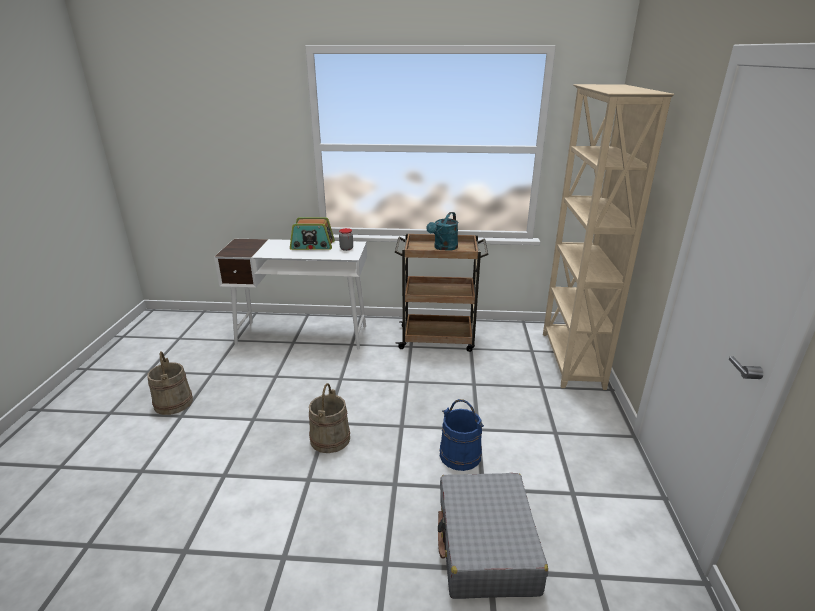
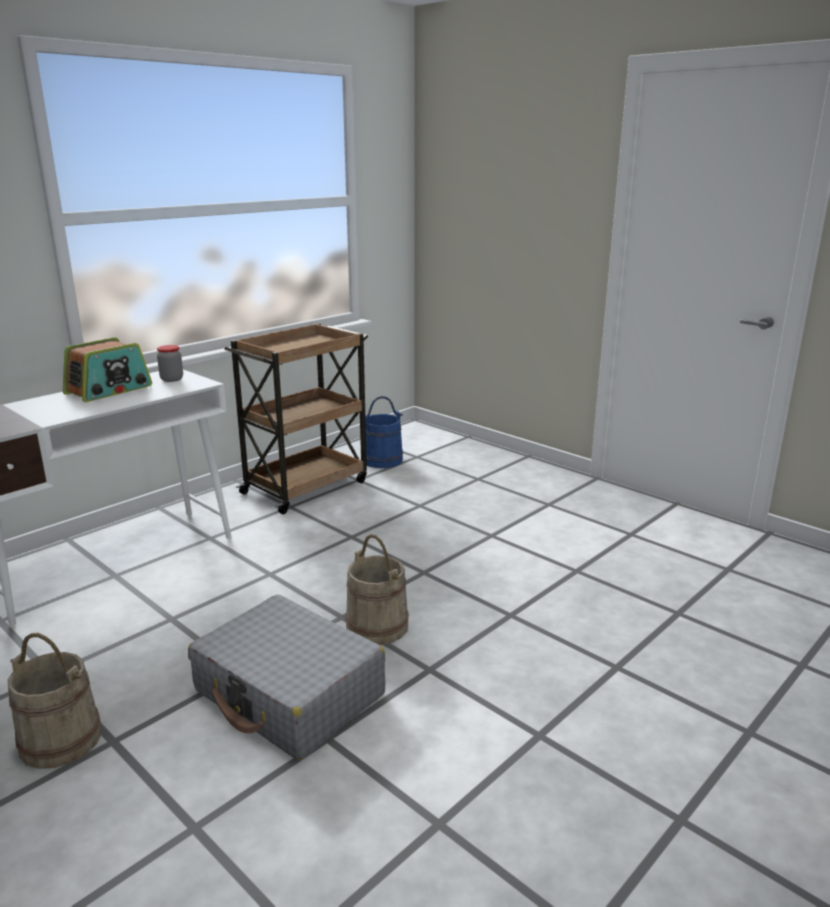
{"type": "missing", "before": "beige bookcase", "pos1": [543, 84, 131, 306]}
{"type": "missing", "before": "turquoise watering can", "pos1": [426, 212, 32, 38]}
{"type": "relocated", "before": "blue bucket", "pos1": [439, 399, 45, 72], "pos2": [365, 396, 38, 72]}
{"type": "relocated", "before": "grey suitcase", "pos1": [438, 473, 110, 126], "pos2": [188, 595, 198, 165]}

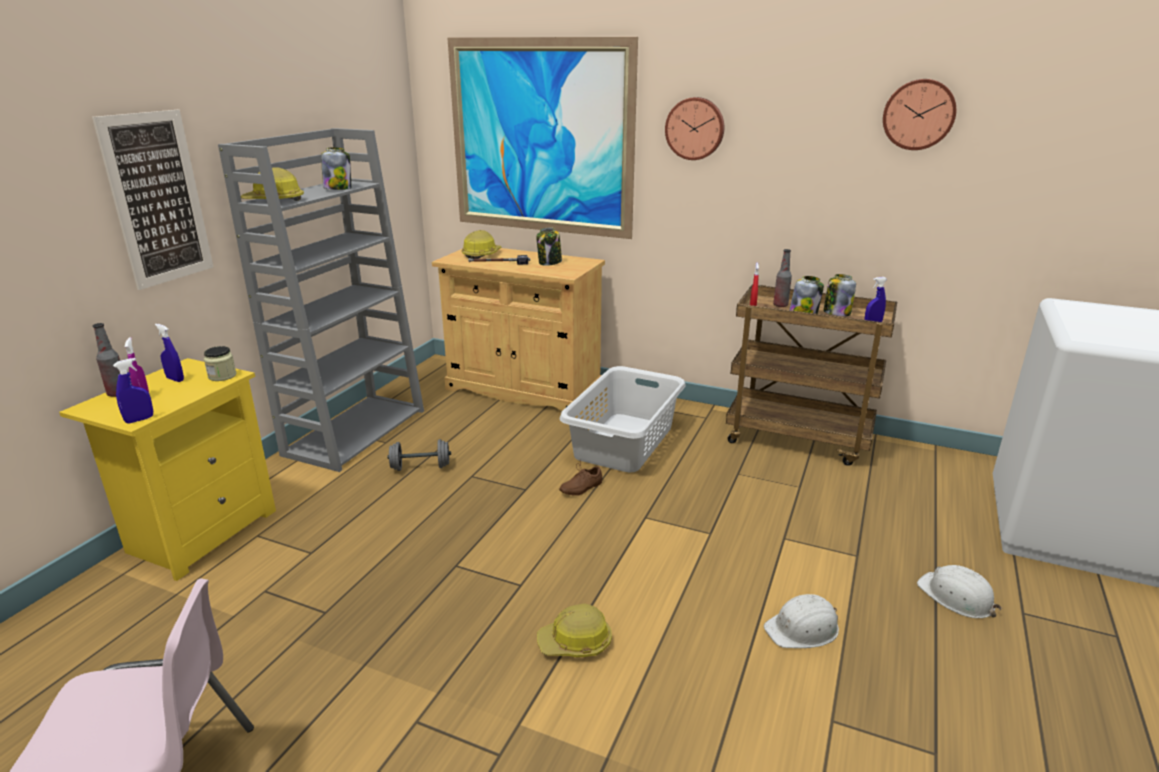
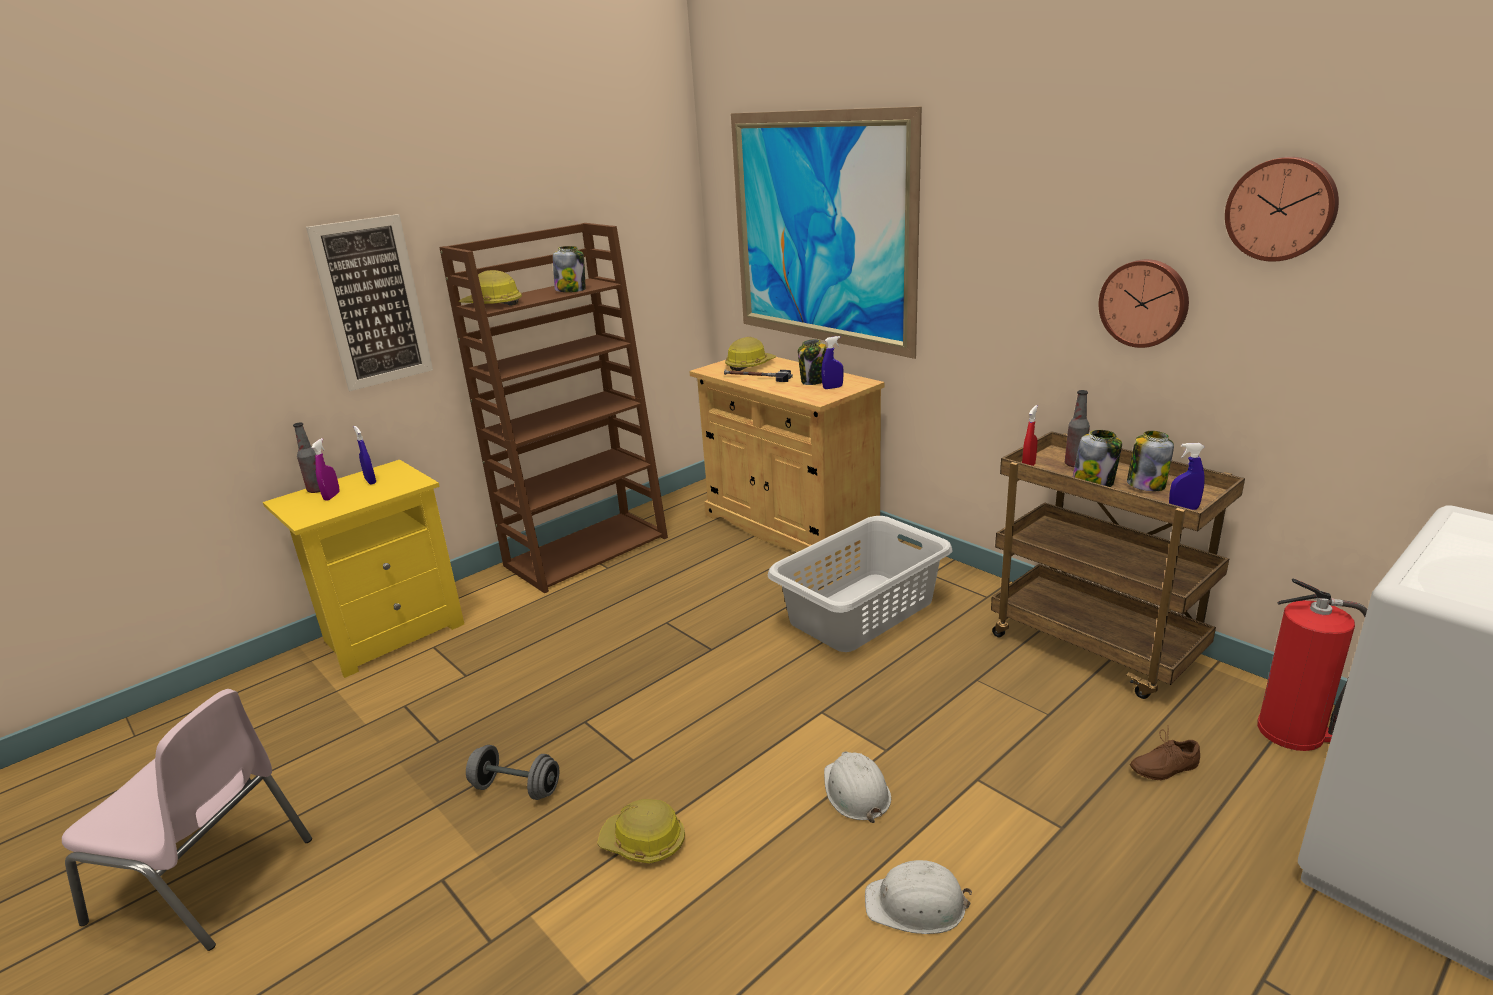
{"type": "relocated", "before": "wall clock", "pos1": [665, 97, 59, 63], "pos2": [1099, 259, 90, 89]}
{"type": "colour", "before": "grey bookcase", "after": "brown bookcase", "pos1": [218, 128, 206, 344], "pos2": [439, 223, 229, 370]}
{"type": "missing", "before": "jar", "pos1": [204, 346, 32, 35]}
{"type": "relocated", "before": "blue spray bottle", "pos1": [113, 358, 40, 66], "pos2": [821, 336, 23, 53]}
{"type": "relocated", "before": "grey dumbbell", "pos1": [387, 439, 64, 32], "pos2": [466, 745, 93, 55]}
{"type": "relocated", "before": "brown shoe", "pos1": [559, 459, 43, 37], "pos2": [1130, 729, 70, 51]}
{"type": "relocated", "before": "white hard hat", "pos1": [917, 565, 85, 53], "pos2": [824, 751, 67, 72]}
{"type": "appeared", "after": "fire extinguisher", "pos2": [1257, 578, 110, 173]}

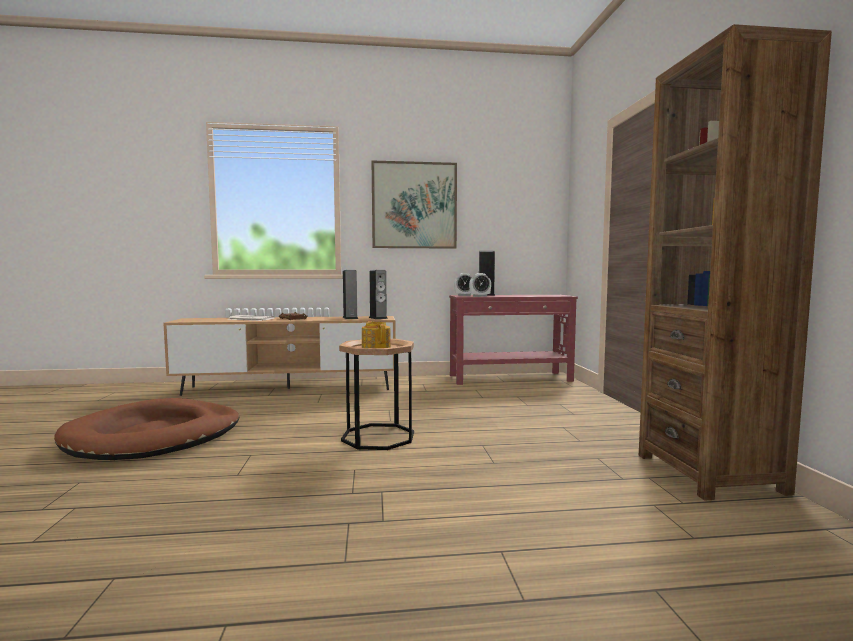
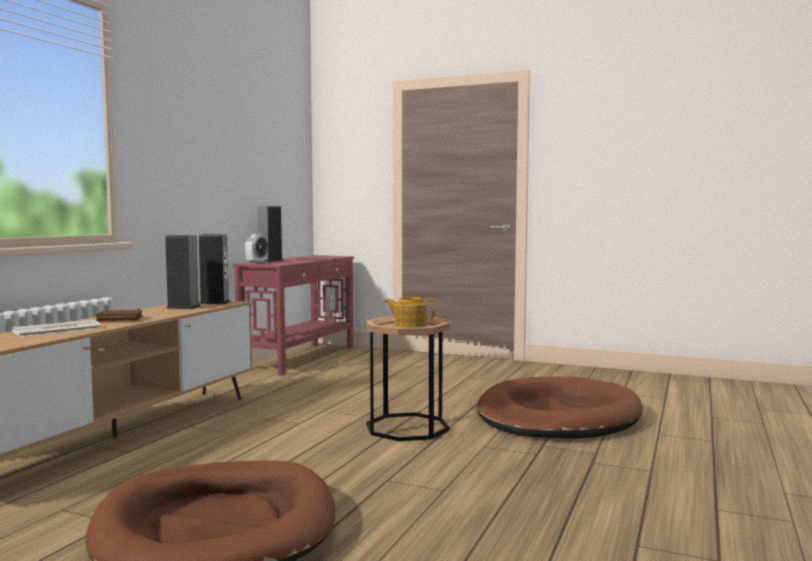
{"type": "missing", "before": "brown bookcase", "pos1": [639, 24, 193, 477]}
{"type": "missing", "before": "picture", "pos1": [372, 161, 85, 88]}
{"type": "missing", "before": "alarm clock", "pos1": [469, 273, 22, 24]}
{"type": "appeared", "after": "brown dog bed", "pos2": [477, 377, 166, 62]}

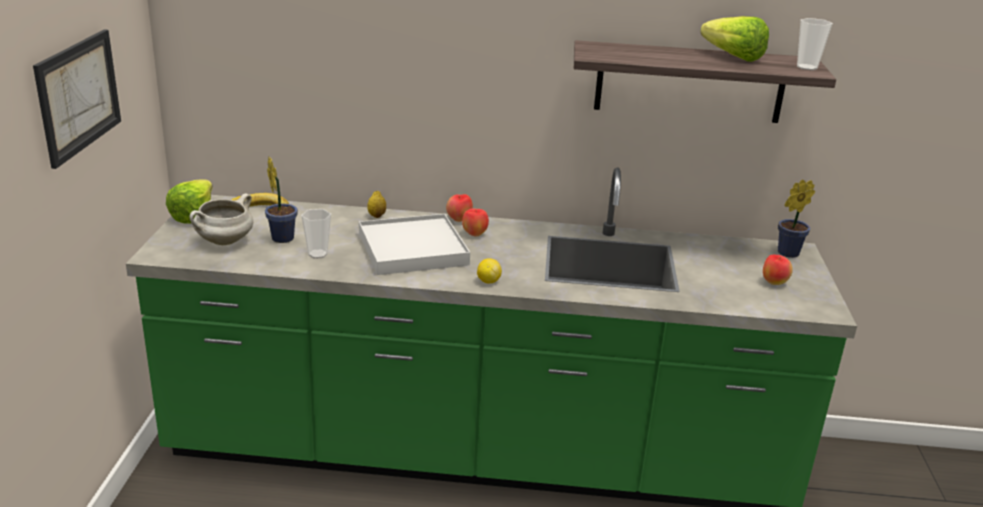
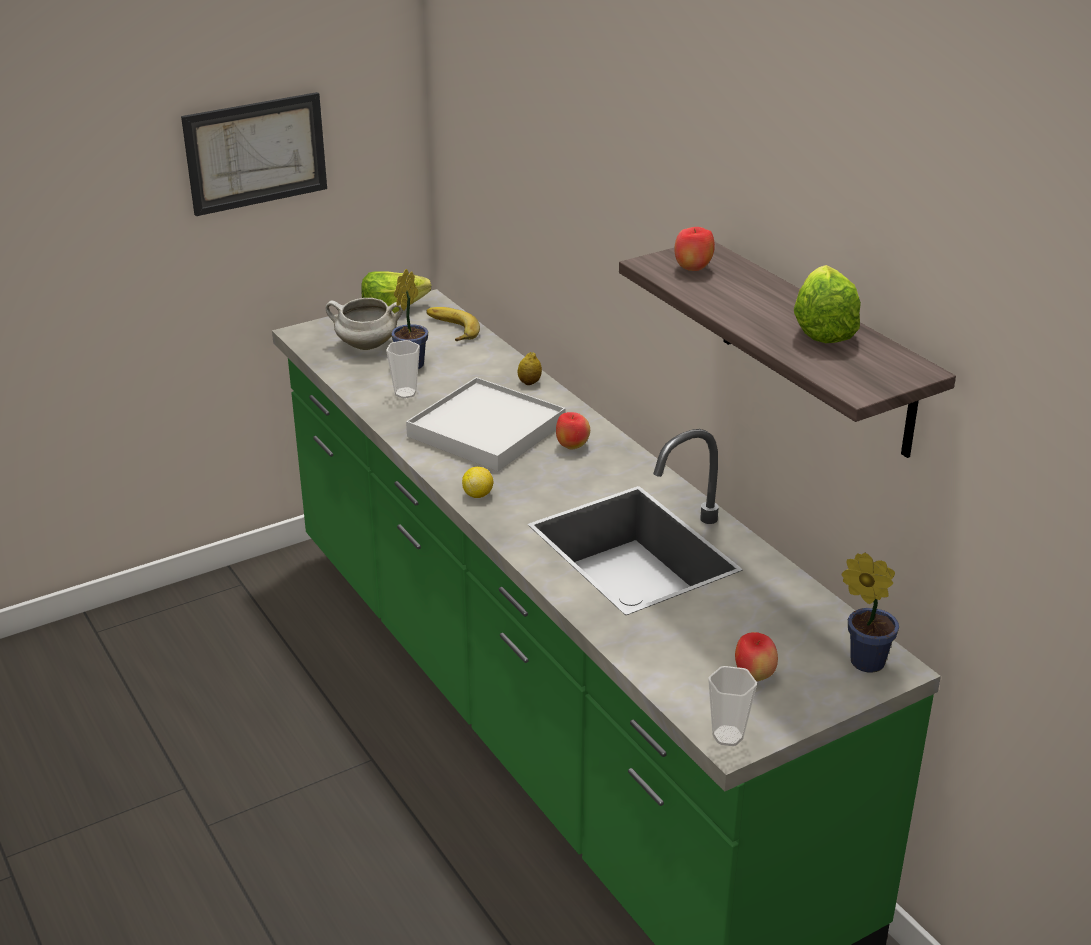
{"type": "relocated", "before": "cup", "pos1": [797, 18, 36, 52], "pos2": [708, 666, 49, 80]}
{"type": "relocated", "before": "apple", "pos1": [446, 194, 27, 28], "pos2": [675, 227, 40, 44]}

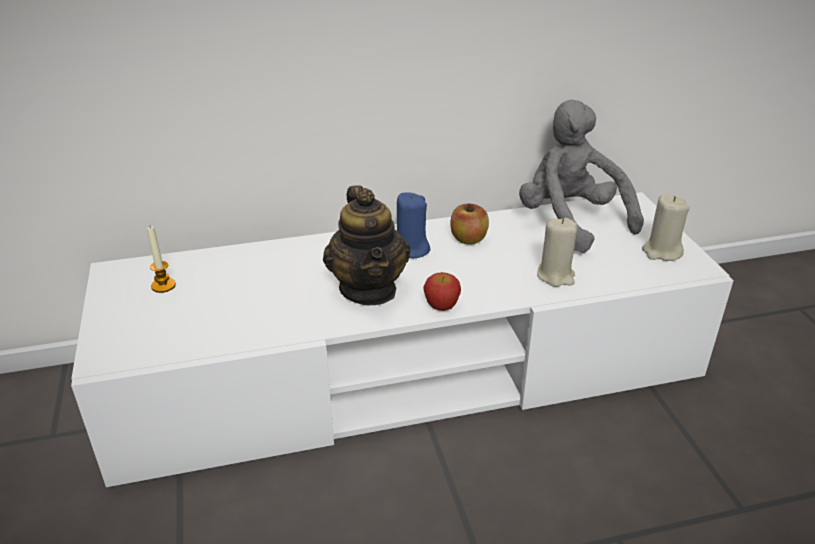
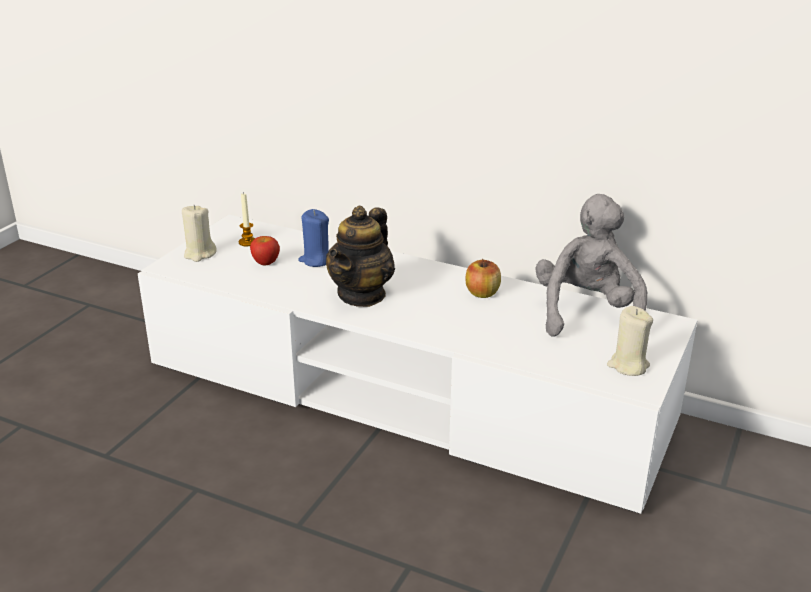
{"type": "relocated", "before": "blue candle", "pos1": [397, 192, 33, 66], "pos2": [298, 209, 31, 58]}
{"type": "relocated", "before": "beige candle", "pos1": [537, 218, 41, 69], "pos2": [182, 205, 35, 57]}
{"type": "relocated", "before": "apple", "pos1": [424, 272, 37, 39], "pos2": [250, 236, 30, 29]}

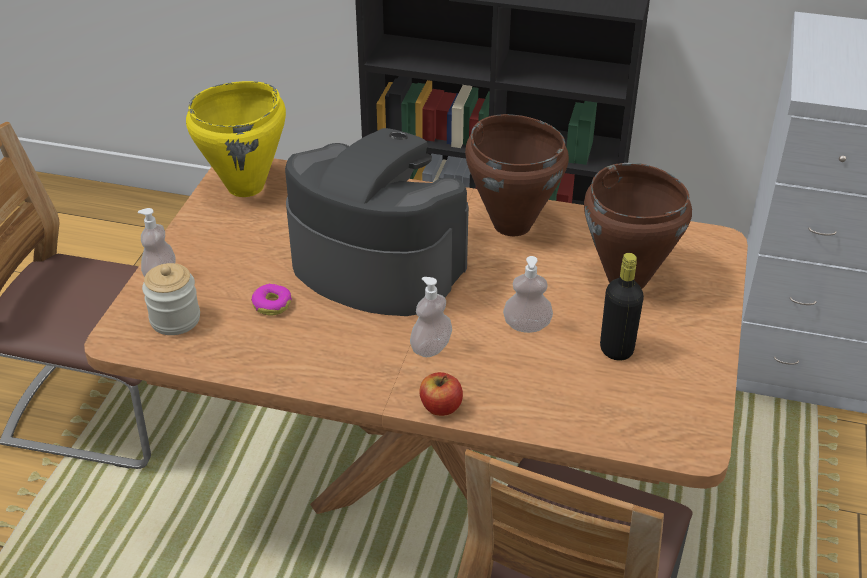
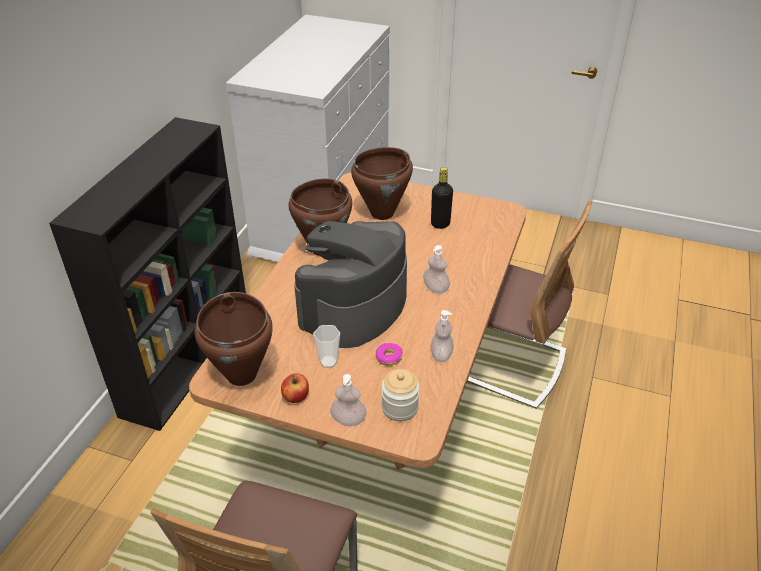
{"type": "colour", "before": "yellow cooking pot", "after": "brown cooking pot", "pos1": [186, 81, 100, 116], "pos2": [195, 292, 78, 94]}
{"type": "relocated", "before": "soap dispenser", "pos1": [503, 256, 50, 77], "pos2": [431, 310, 23, 52]}
{"type": "relocated", "before": "apple", "pos1": [419, 372, 44, 44], "pos2": [281, 373, 28, 30]}
{"type": "appeared", "after": "cup", "pos2": [313, 325, 27, 43]}

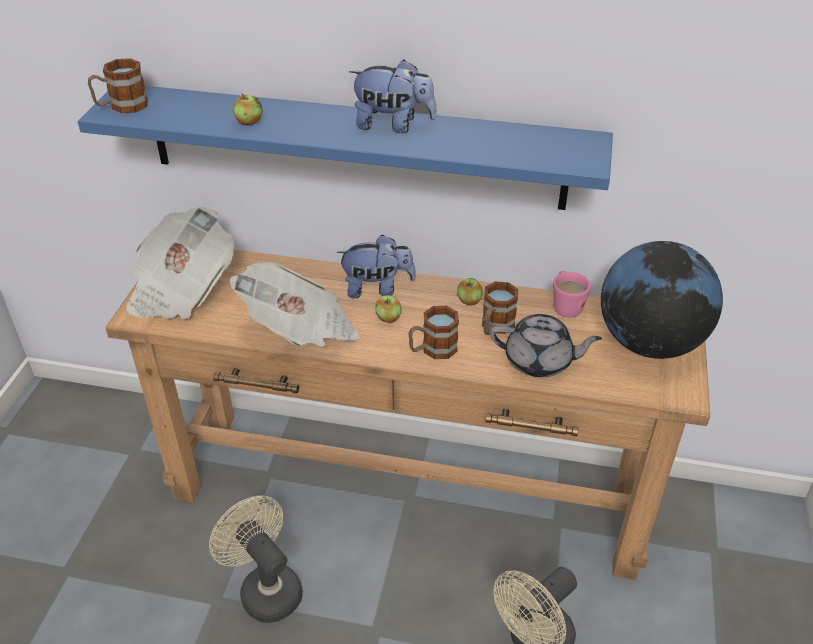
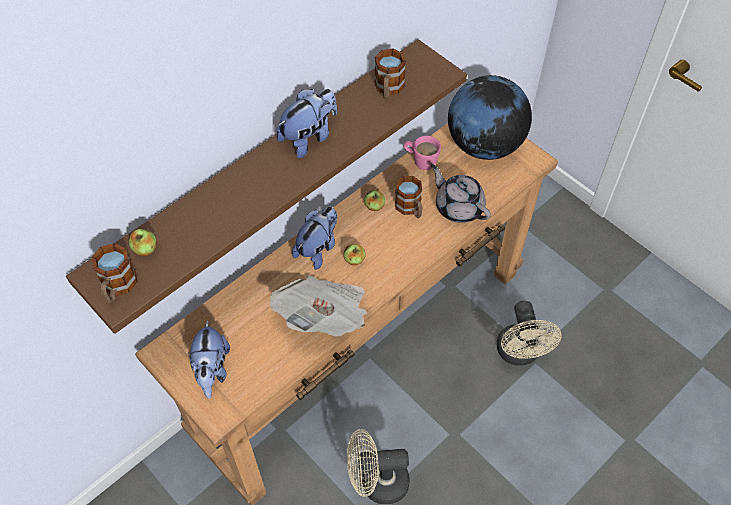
{"type": "colour", "before": "blue shelf", "after": "brown shelf", "pos1": [78, 86, 535, 124], "pos2": [66, 39, 401, 295]}
{"type": "relocated", "before": "apple", "pos1": [233, 93, 30, 32], "pos2": [129, 228, 27, 28]}
{"type": "exchanged", "before": "newspaper", "after": "plush toy", "pos1": [126, 207, 108, 112], "pos2": [188, 320, 42, 79]}
{"type": "relocated", "before": "mug", "pos1": [408, 306, 51, 53], "pos2": [374, 48, 32, 51]}
{"type": "spun", "before": "grey teapot", "pos1": [490, 314, 112, 63], "pos2": [431, 164, 60, 59], "turn": -90}

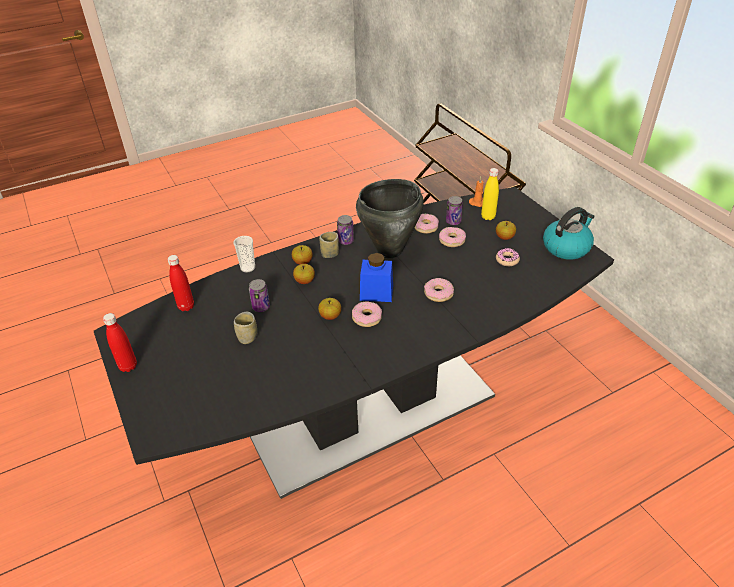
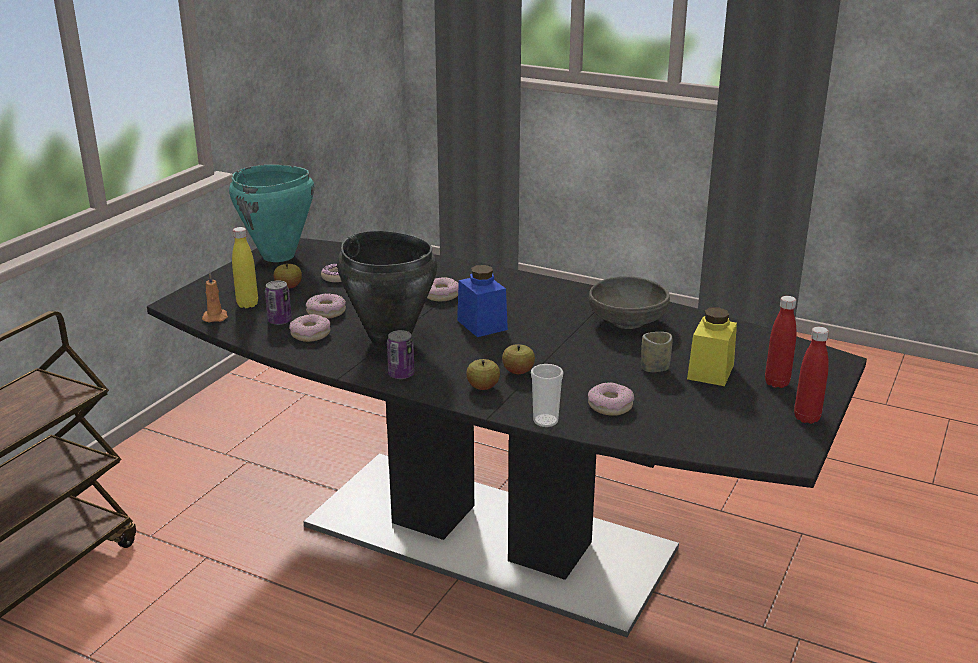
{"type": "exchanged", "before": "kettle", "after": "turquoise cooking pot", "pos1": [543, 207, 52, 52], "pos2": [229, 165, 85, 97]}
{"type": "missing", "before": "cup", "pos1": [319, 232, 20, 26]}
{"type": "relocated", "before": "red bottle", "pos1": [167, 255, 27, 56], "pos2": [765, 296, 31, 92]}
{"type": "missing", "before": "can", "pos1": [249, 279, 21, 33]}
{"type": "missing", "before": "apple", "pos1": [318, 298, 23, 22]}
{"type": "relocated", "before": "donut", "pos1": [352, 301, 30, 26], "pos2": [588, 382, 46, 34]}
{"type": "appeared", "after": "grey bowl", "pos2": [589, 276, 81, 53]}
{"type": "appeared", "after": "yellow jar", "pos2": [687, 308, 50, 78]}

